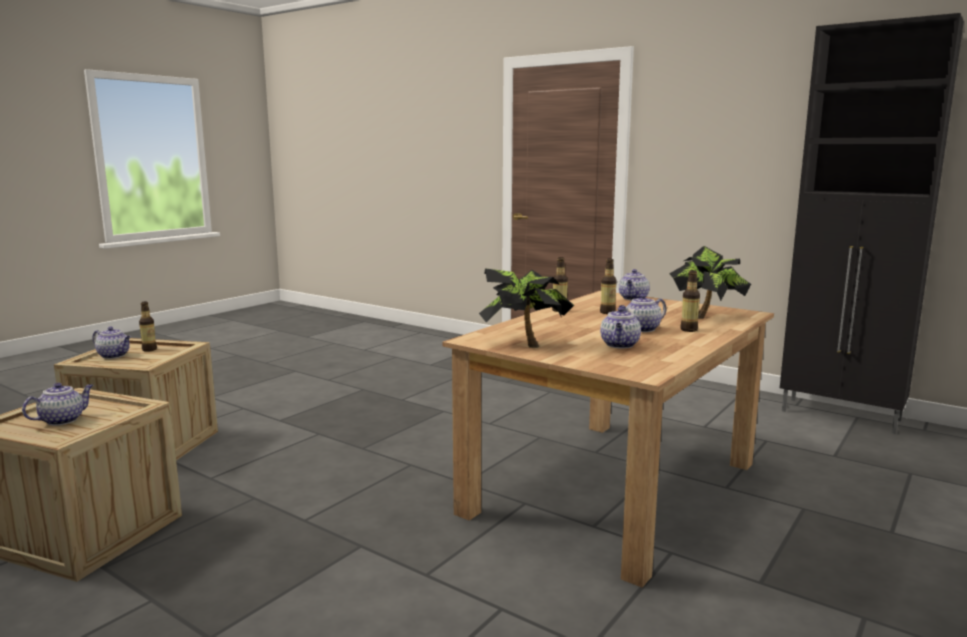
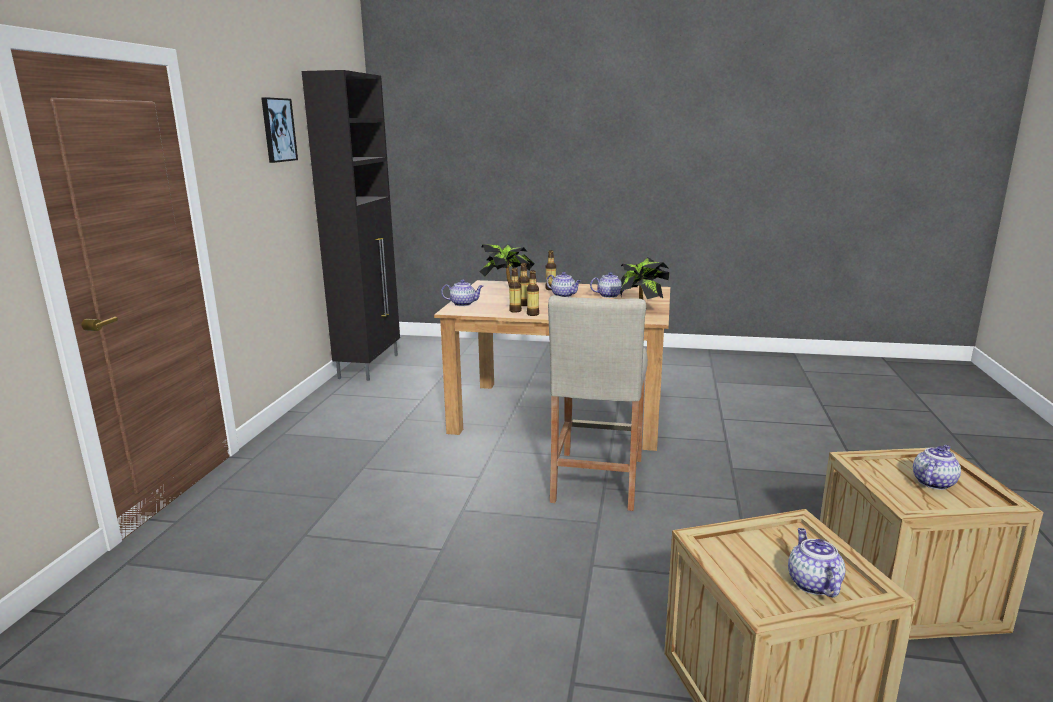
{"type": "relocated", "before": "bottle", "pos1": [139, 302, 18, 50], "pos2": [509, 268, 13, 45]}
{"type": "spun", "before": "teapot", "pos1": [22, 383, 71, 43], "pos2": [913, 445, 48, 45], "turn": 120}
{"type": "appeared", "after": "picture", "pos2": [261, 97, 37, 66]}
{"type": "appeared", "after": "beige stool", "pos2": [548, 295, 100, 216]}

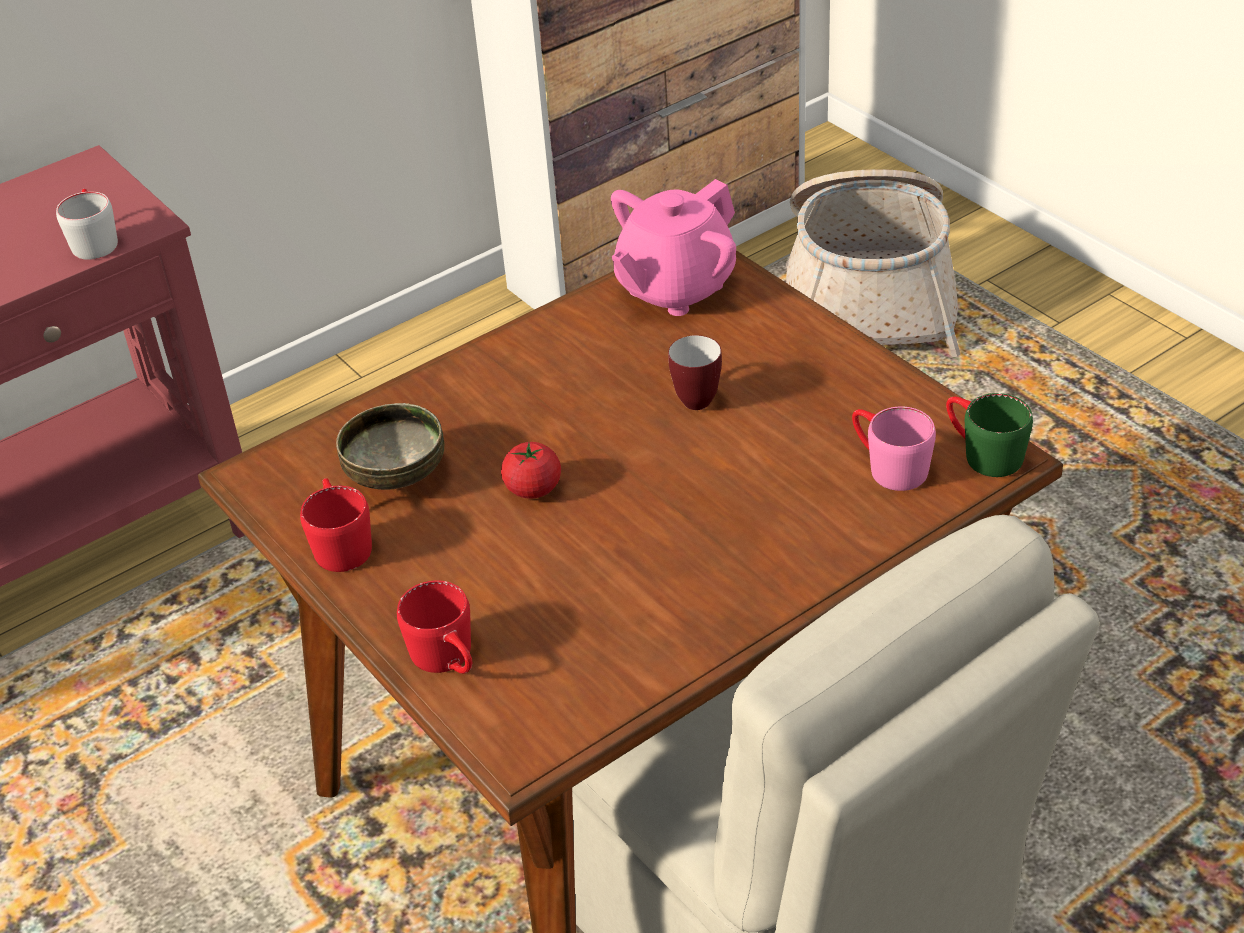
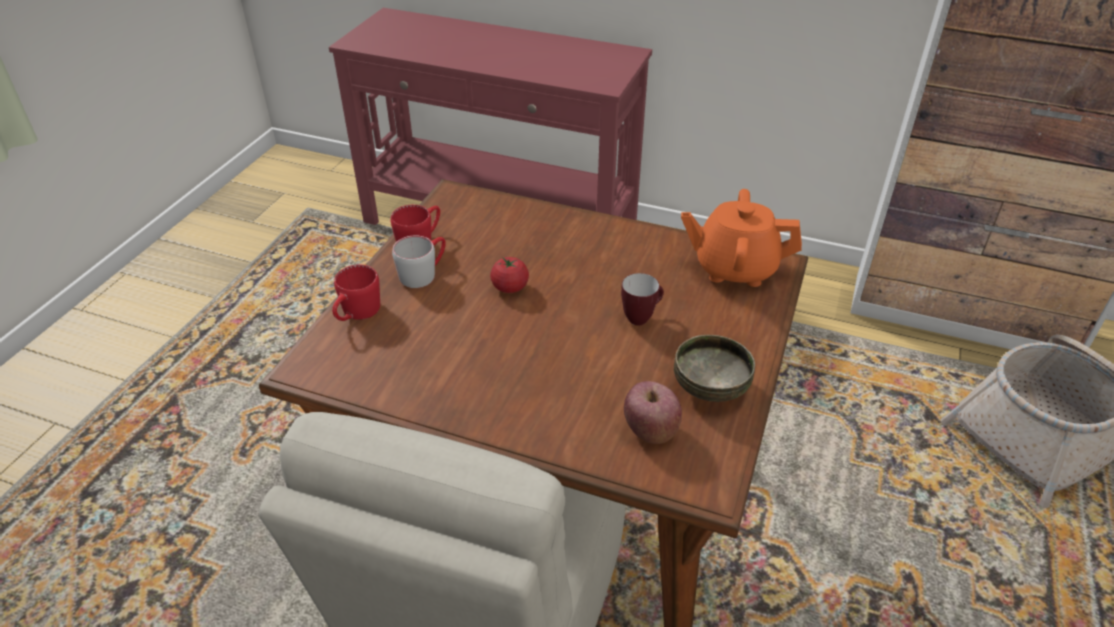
{"type": "colour", "before": "pink teapot", "after": "orange teapot", "pos1": [611, 179, 125, 137], "pos2": [681, 189, 121, 98]}
{"type": "relocated", "before": "grey mug", "pos1": [56, 189, 62, 71], "pos2": [392, 235, 54, 53]}
{"type": "missing", "before": "green mug", "pos1": [946, 393, 87, 84]}
{"type": "relocated", "before": "bowl", "pos1": [336, 403, 109, 87], "pos2": [674, 335, 81, 67]}
{"type": "exchanged", "before": "pink mug", "after": "apple", "pos1": [852, 407, 84, 84], "pos2": [624, 381, 58, 63]}

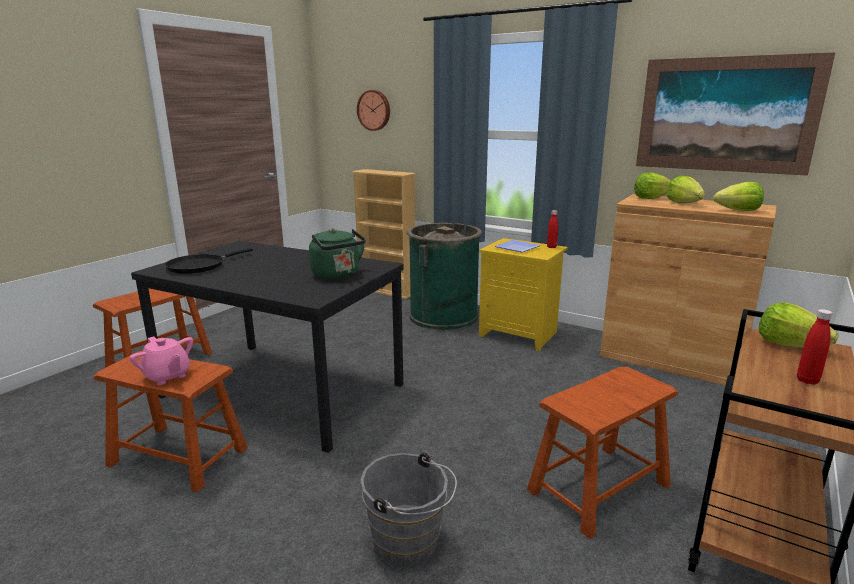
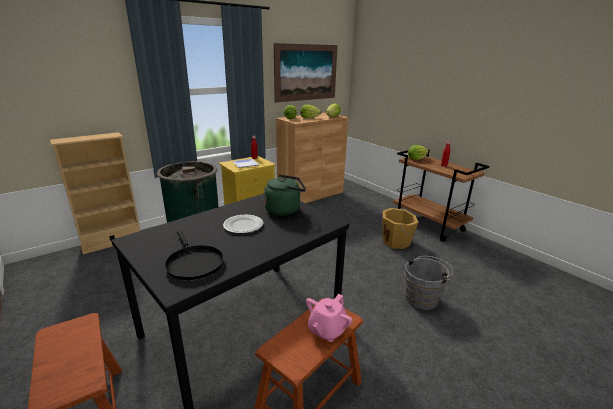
{"type": "missing", "before": "wall clock", "pos1": [357, 90, 33, 41]}
{"type": "spun", "before": "pink teapot", "pos1": [129, 337, 64, 48], "pos2": [306, 294, 47, 48], "turn": 150}
{"type": "exchanged", "before": "brown stool", "after": "orange bucket", "pos1": [527, 367, 151, 172], "pos2": [382, 208, 37, 41]}
{"type": "appeared", "after": "plate", "pos2": [223, 215, 40, 18]}

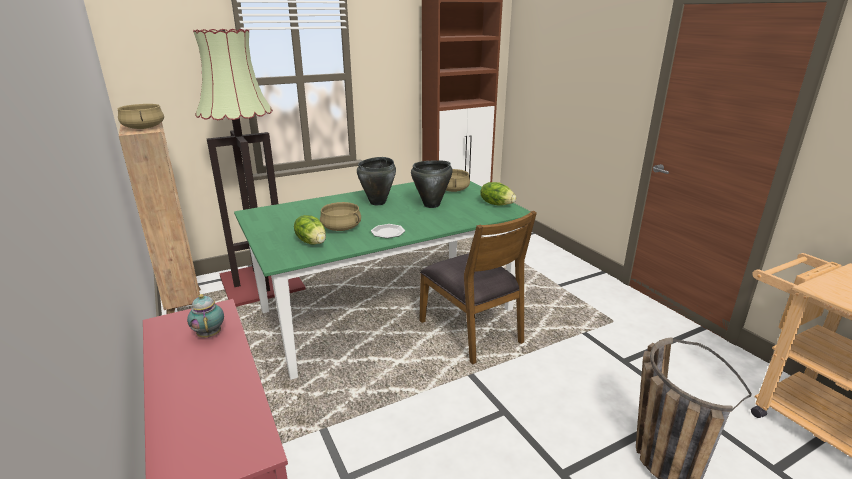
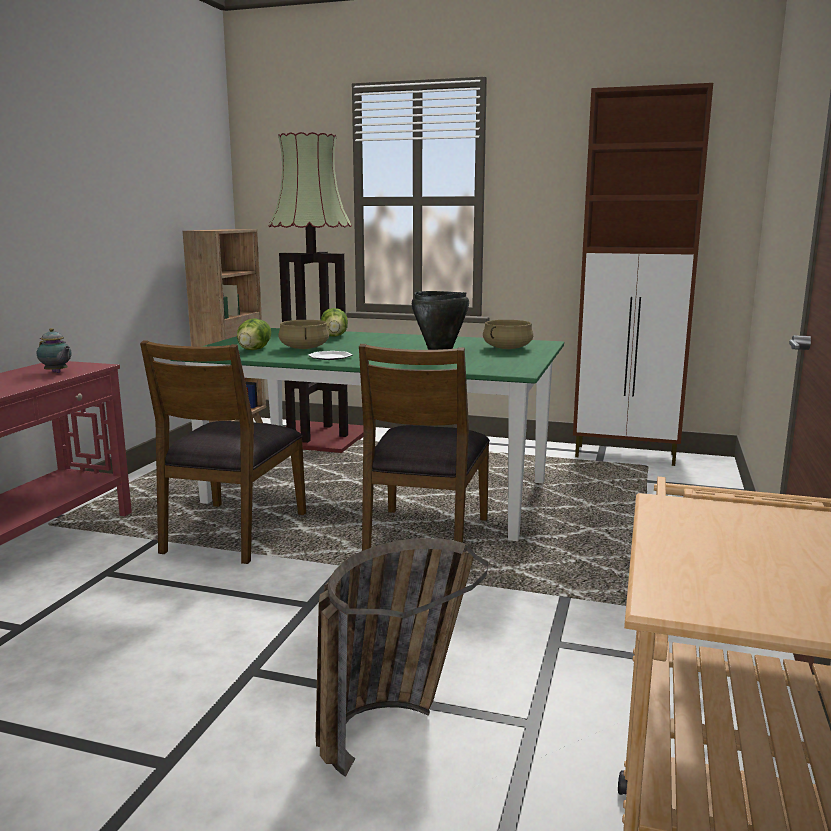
{"type": "missing", "before": "beige cooking pot", "pos1": [117, 104, 47, 25]}
{"type": "missing", "before": "black cooking pot", "pos1": [357, 157, 39, 48]}
{"type": "relocated", "before": "lettuce", "pos1": [480, 182, 36, 24], "pos2": [321, 308, 27, 29]}
{"type": "spun", "before": "teapot", "pos1": [187, 294, 37, 44], "pos2": [37, 328, 35, 45], "turn": 105}
{"type": "appeared", "after": "brown chair", "pos2": [140, 340, 166, 224]}

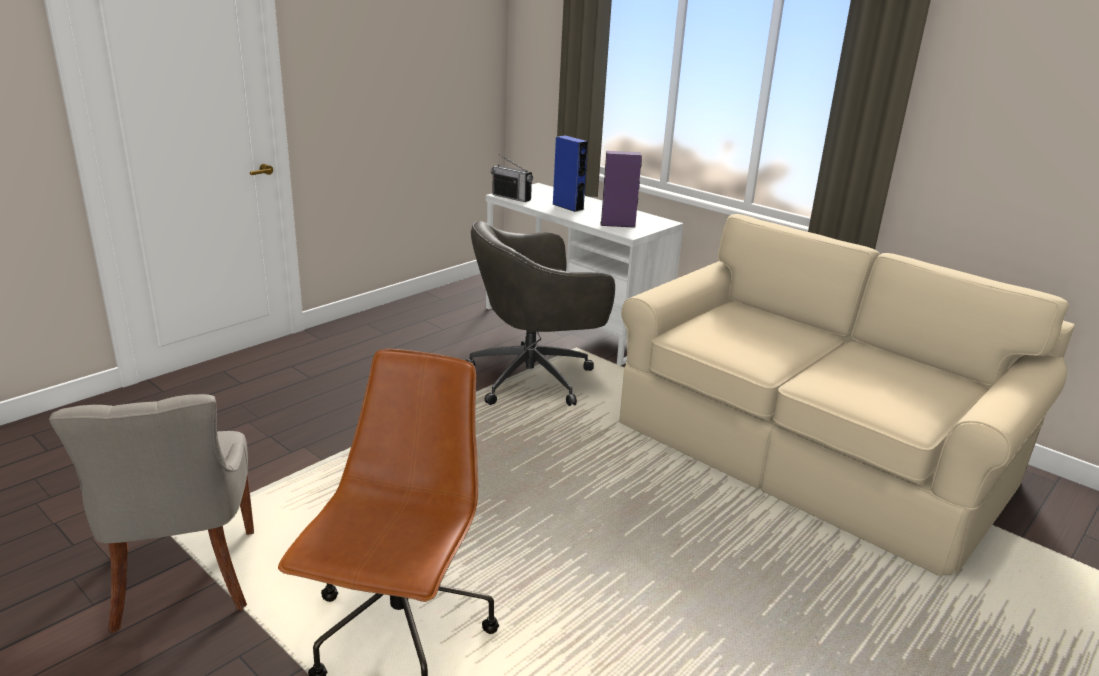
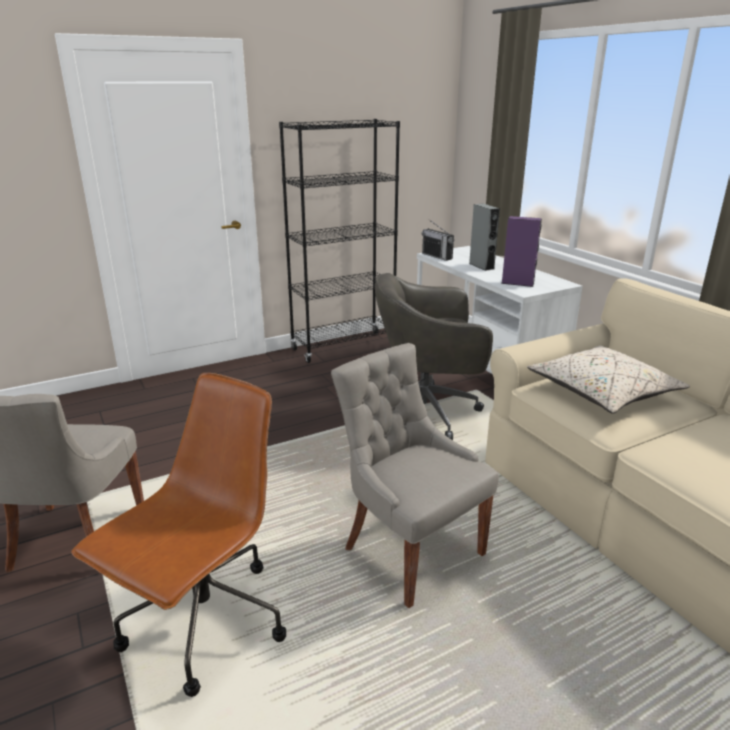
{"type": "colour", "before": "blue speaker", "after": "grey speaker", "pos1": [553, 136, 35, 76], "pos2": [469, 204, 31, 67]}
{"type": "appeared", "after": "black bookcase", "pos2": [279, 119, 121, 244]}
{"type": "appeared", "after": "grey chair", "pos2": [331, 343, 168, 265]}
{"type": "appeared", "after": "beige pillow", "pos2": [527, 345, 163, 69]}

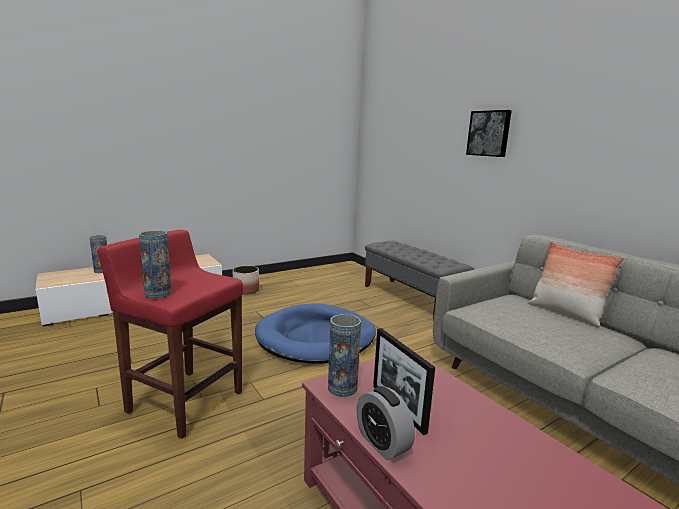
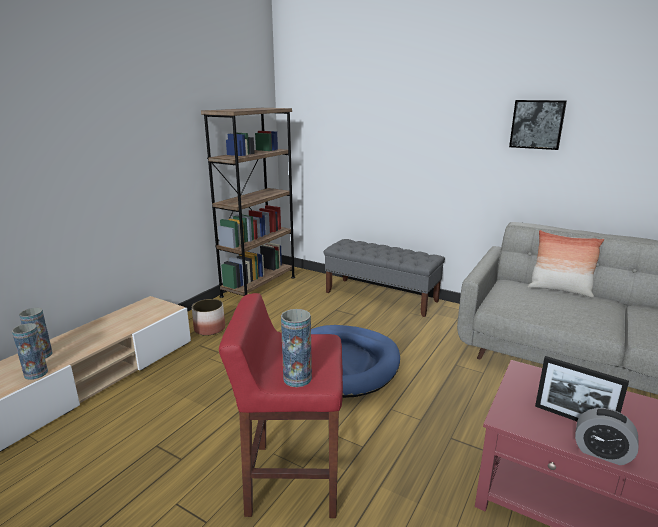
{"type": "relocated", "before": "picture", "pos1": [466, 110, 46, 47], "pos2": [509, 100, 58, 50]}
{"type": "relocated", "before": "vase", "pos1": [328, 314, 33, 83], "pos2": [12, 323, 36, 57]}
{"type": "appeared", "after": "brown bookcase", "pos2": [201, 108, 94, 190]}

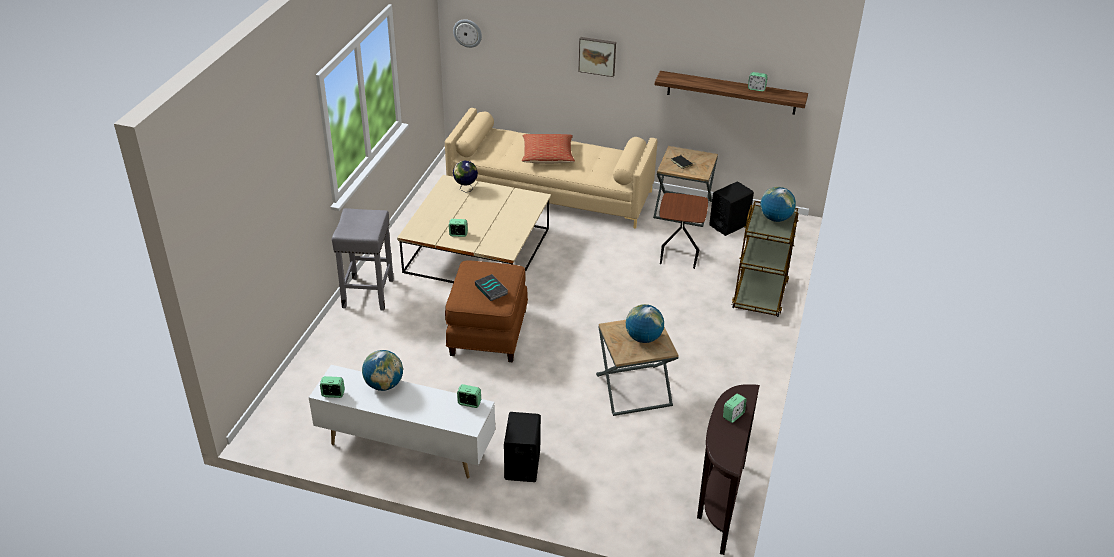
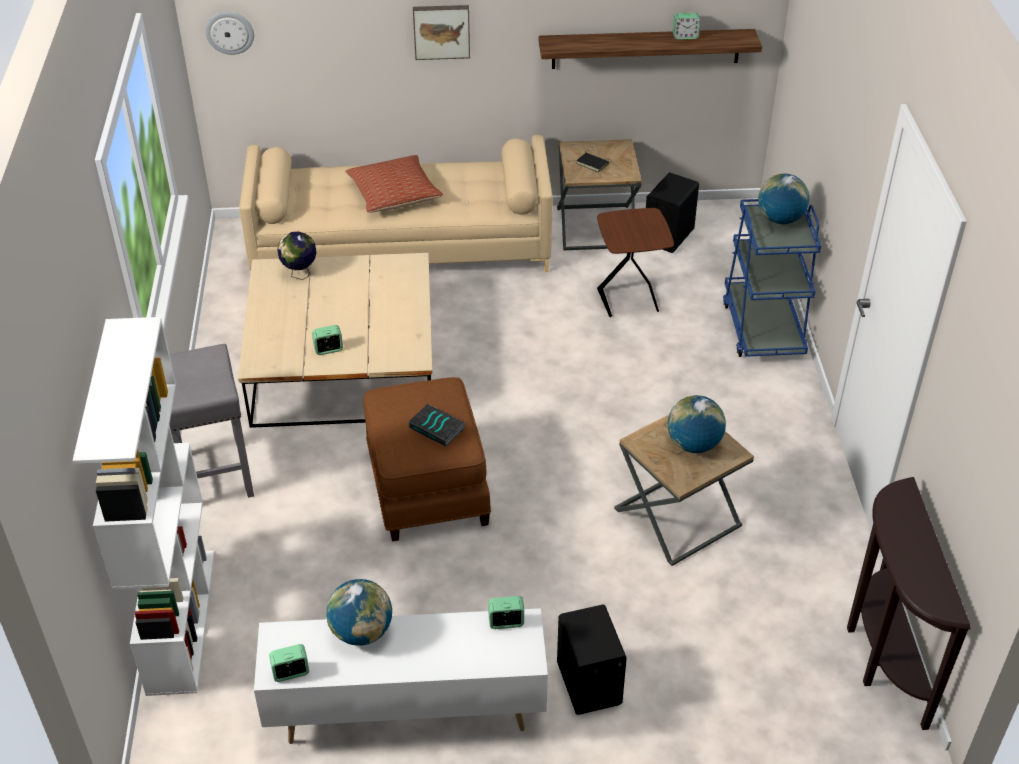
{"type": "colour", "before": "brown cart", "after": "blue cart", "pos1": [732, 201, 67, 116], "pos2": [723, 199, 98, 158]}
{"type": "missing", "before": "alarm clock", "pos1": [723, 393, 24, 30]}
{"type": "appeared", "after": "white bookcase", "pos2": [72, 317, 142, 379]}

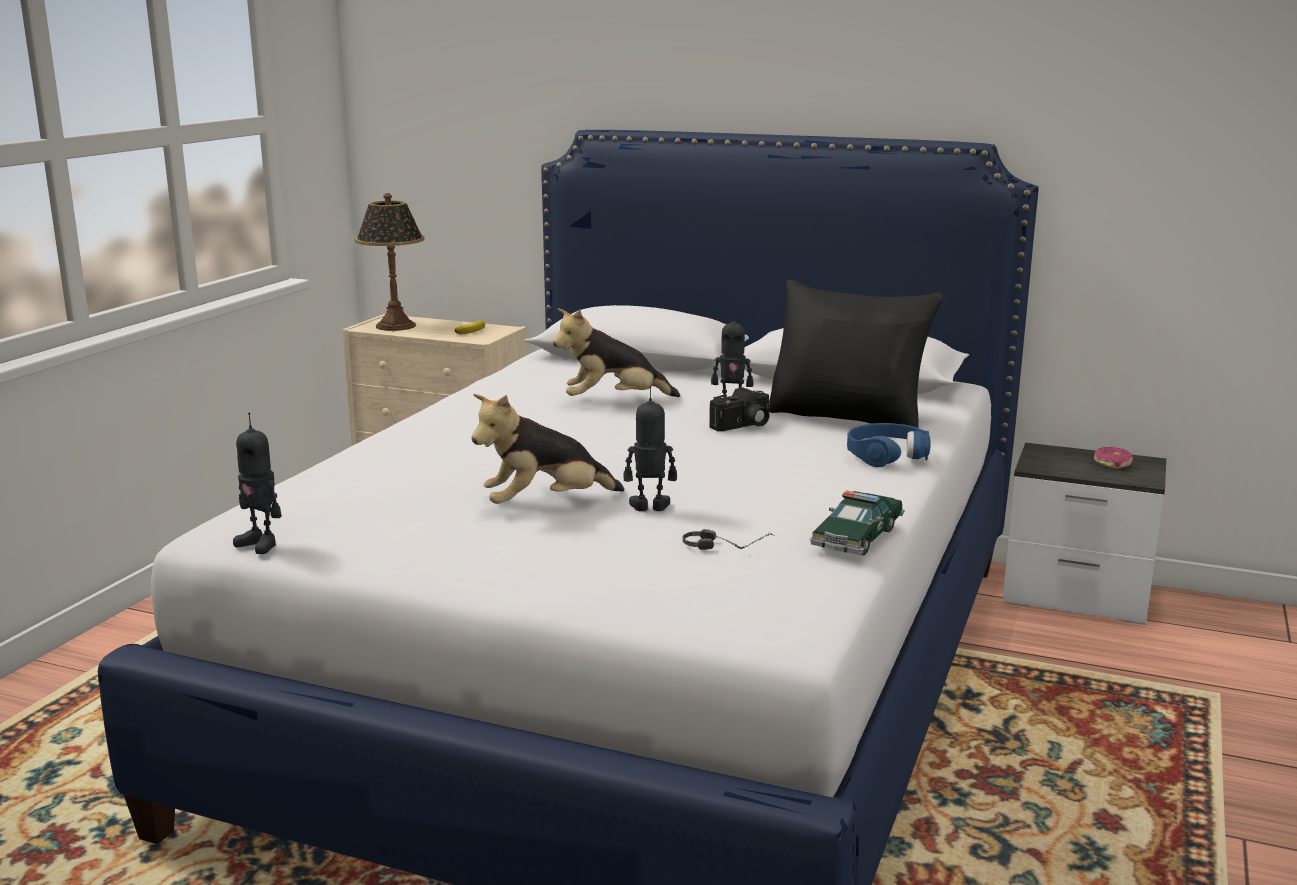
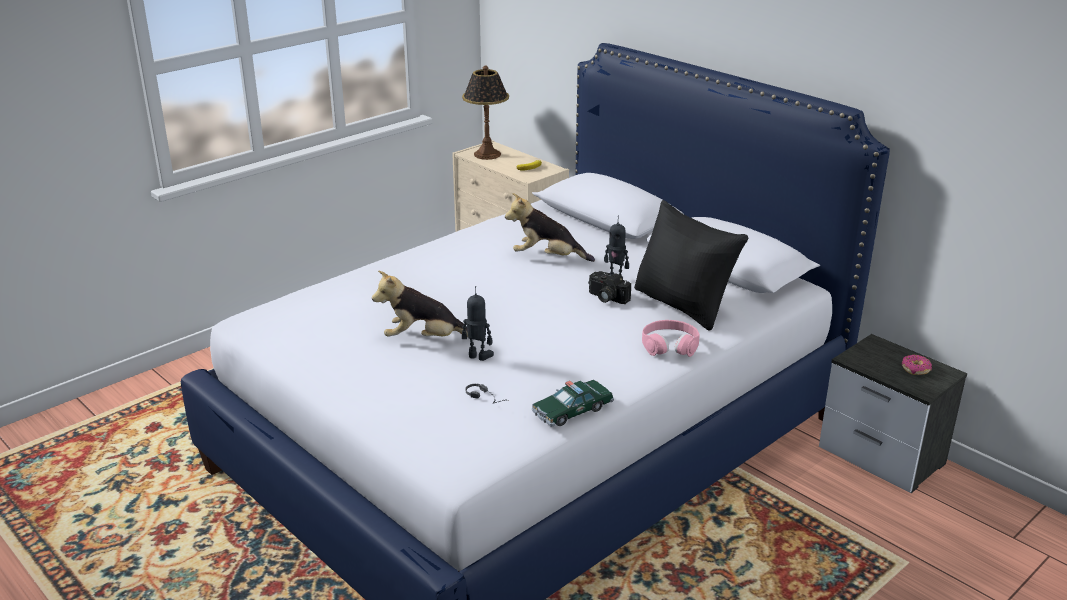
{"type": "spun", "before": "photo camera", "pos1": [709, 387, 61, 44], "pos2": [588, 271, 43, 33], "turn": 45}
{"type": "missing", "before": "toy robot", "pos1": [233, 412, 49, 142]}
{"type": "colour", "before": "blue headphones", "after": "pink headphones", "pos1": [847, 423, 84, 44], "pos2": [642, 320, 58, 37]}

